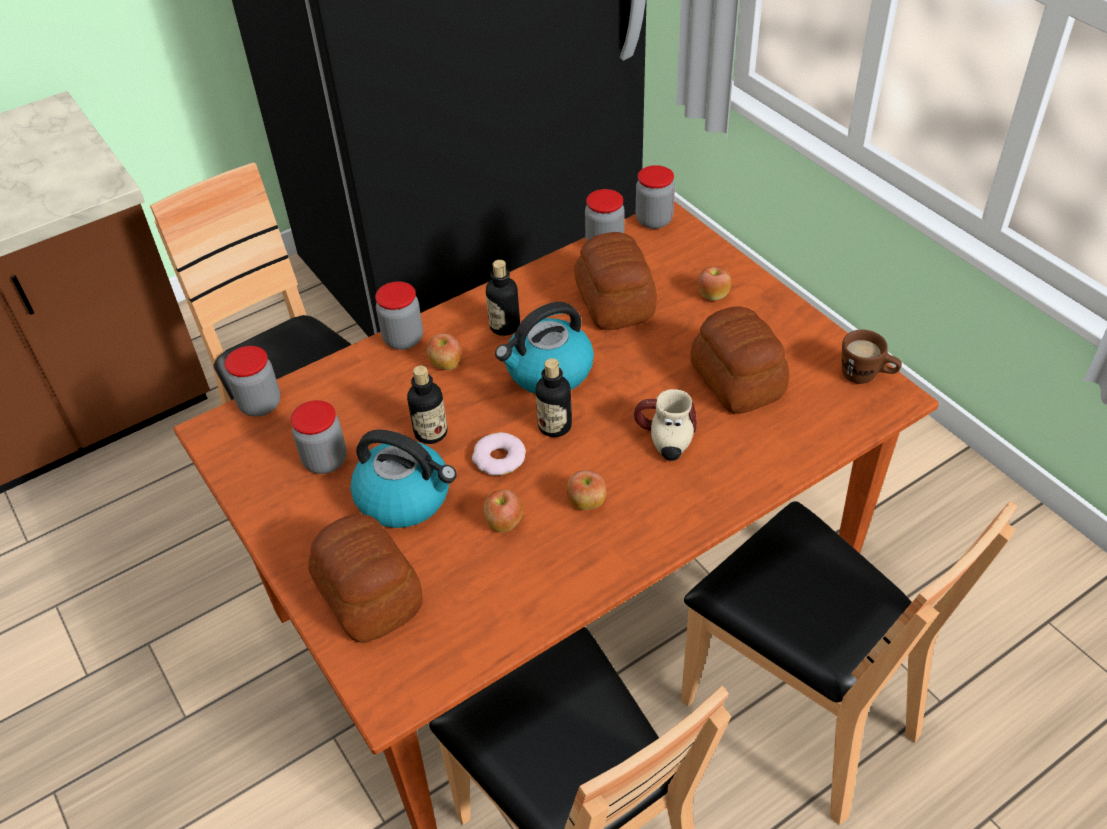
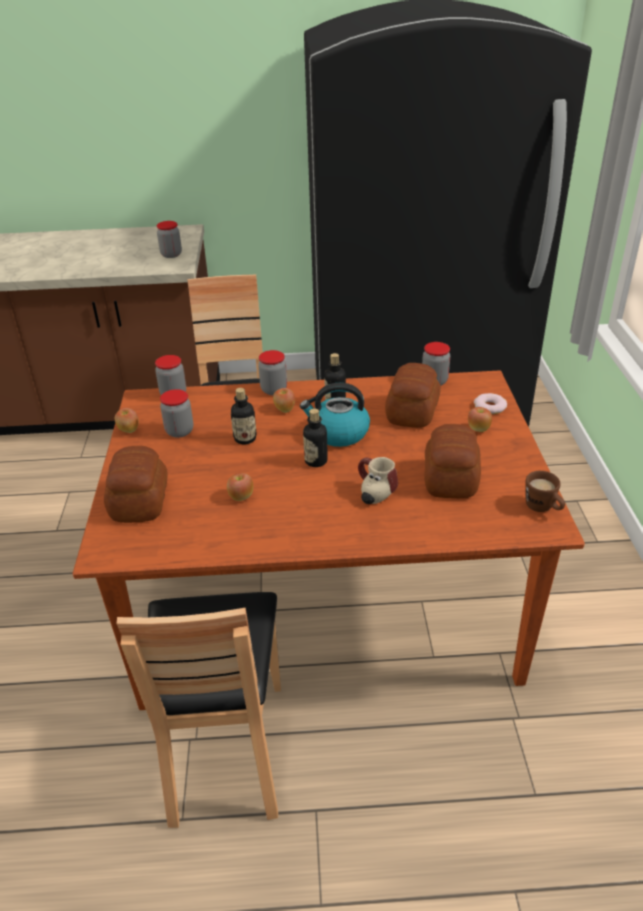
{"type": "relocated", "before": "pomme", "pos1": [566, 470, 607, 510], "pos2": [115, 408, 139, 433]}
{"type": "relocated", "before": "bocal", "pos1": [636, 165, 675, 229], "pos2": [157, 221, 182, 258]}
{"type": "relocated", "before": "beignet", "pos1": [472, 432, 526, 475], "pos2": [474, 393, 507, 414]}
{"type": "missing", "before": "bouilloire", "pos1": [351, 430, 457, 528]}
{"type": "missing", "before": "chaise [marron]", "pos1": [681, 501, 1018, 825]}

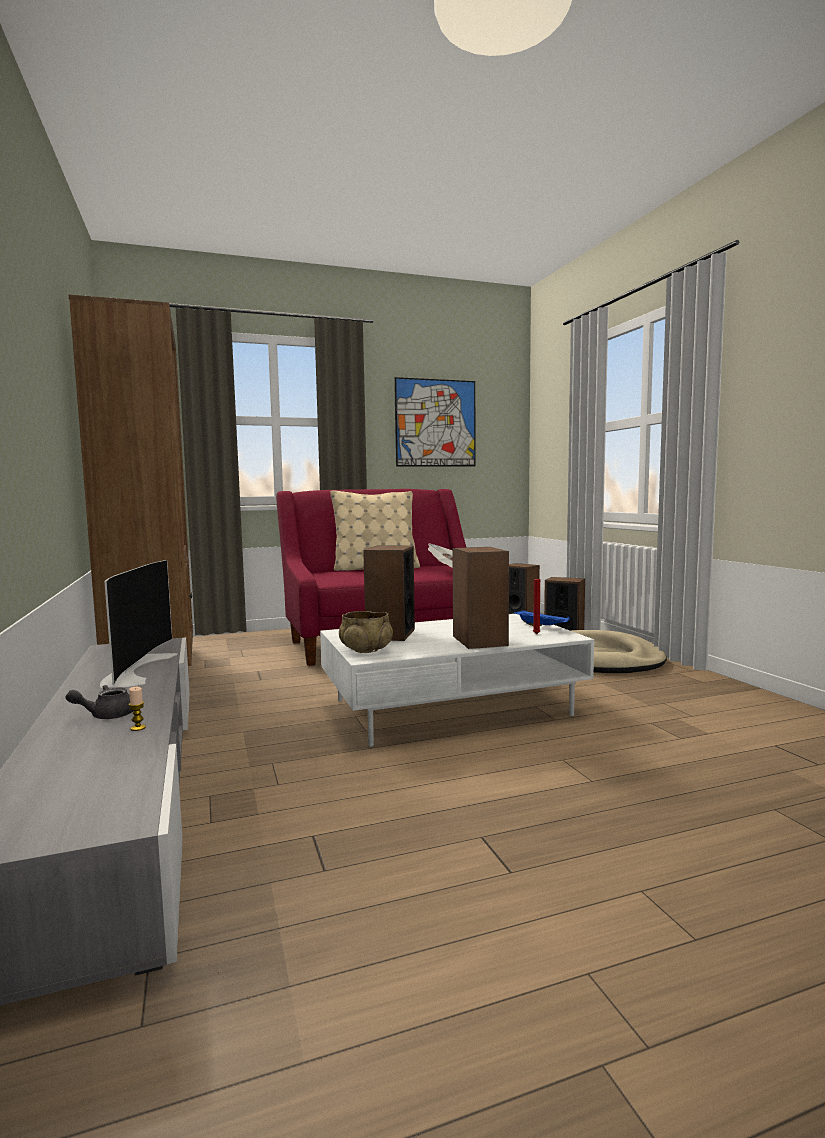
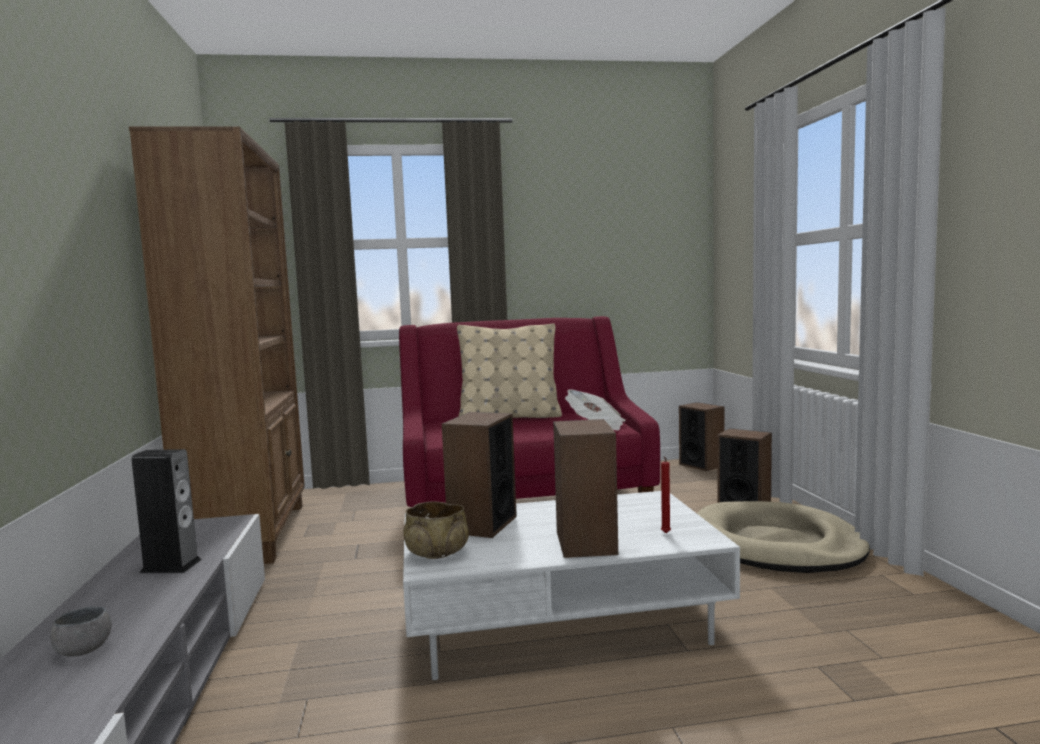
{"type": "exchanged", "before": "théière [gris]", "after": "bol [gris]", "pos1": [66, 685, 134, 719], "pos2": [50, 607, 112, 656]}
{"type": "exchanged", "before": "téléviseur", "after": "enceinte", "pos1": [100, 560, 178, 688], "pos2": [131, 449, 201, 573]}
{"type": "missing", "before": "bougie", "pos1": [129, 687, 146, 731]}
{"type": "missing", "before": "tableau", "pos1": [394, 377, 475, 466]}
{"type": "missing", "before": "plateau [bleu]", "pos1": [514, 610, 570, 626]}

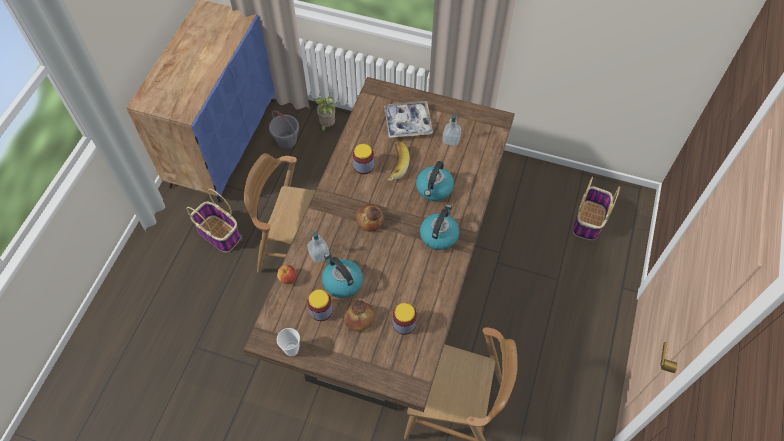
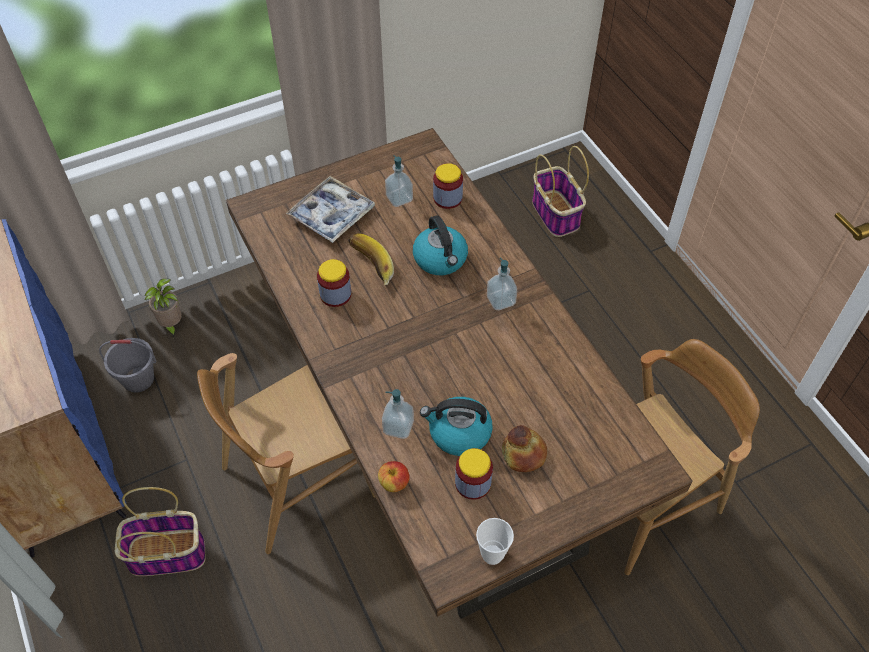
{"type": "relocated", "before": "bocal", "pos1": [393, 303, 417, 335], "pos2": [433, 163, 463, 209]}
{"type": "exchanged", "before": "bouilloire", "after": "distributeur de savon", "pos1": [420, 204, 459, 250], "pos2": [487, 257, 517, 310]}
{"type": "missing", "before": "pain", "pos1": [356, 204, 384, 232]}

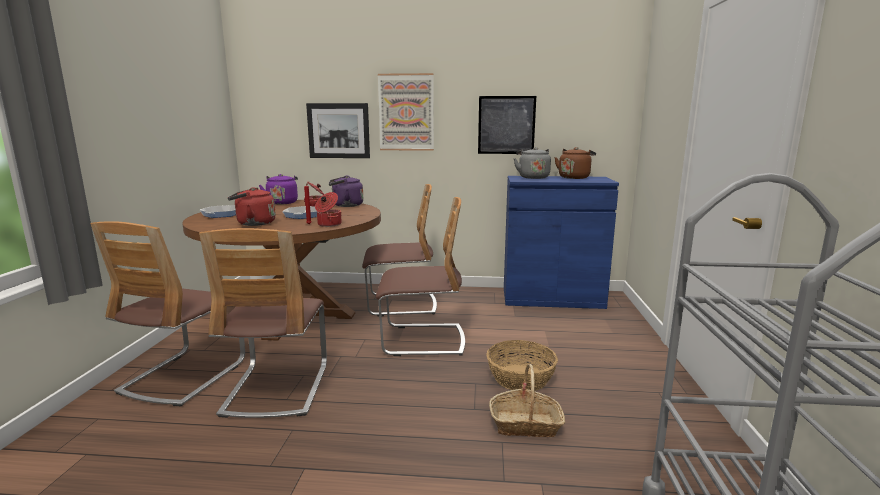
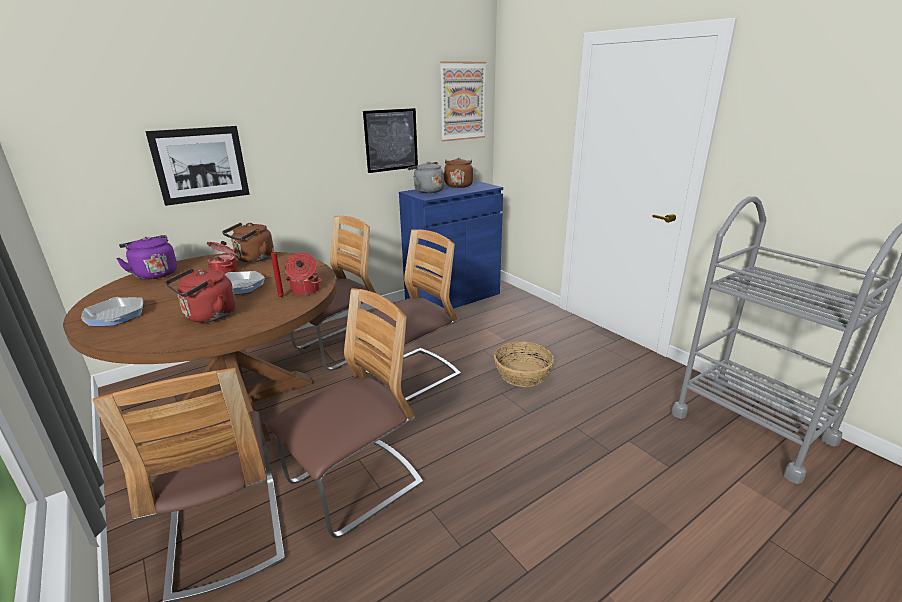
{"type": "colour", "before": "bouilloire [violet]", "after": "bouilloire [marron]", "pos1": [329, 175, 363, 207], "pos2": [222, 223, 274, 262]}
{"type": "spun", "before": "chaise", "pos1": [199, 228, 327, 418], "pos2": [270, 288, 423, 538], "turn": -90}
{"type": "relocated", "before": "tableau", "pos1": [378, 73, 434, 151], "pos2": [440, 61, 486, 141]}
{"type": "missing", "before": "panier", "pos1": [489, 364, 566, 437]}

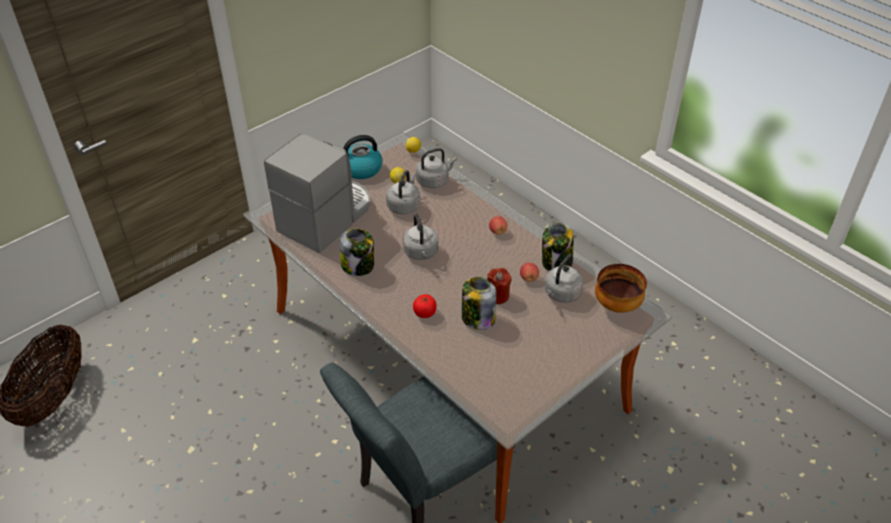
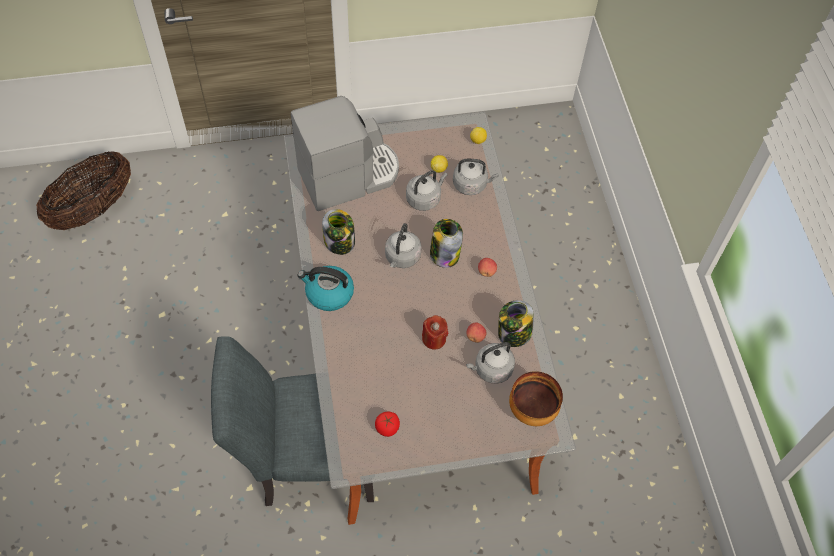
{"type": "relocated", "before": "bouilloire", "pos1": [343, 135, 382, 179], "pos2": [298, 266, 354, 311]}
{"type": "relocated", "before": "tomate", "pos1": [413, 294, 437, 318], "pos2": [375, 412, 400, 437]}
{"type": "relocated", "before": "bocal", "pos1": [462, 277, 496, 330], "pos2": [430, 219, 463, 268]}

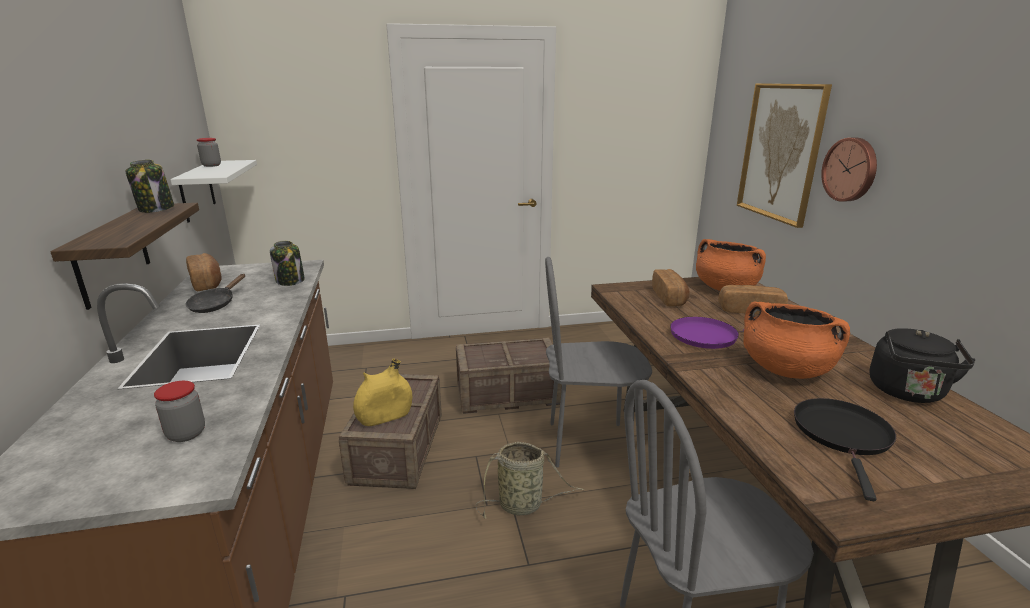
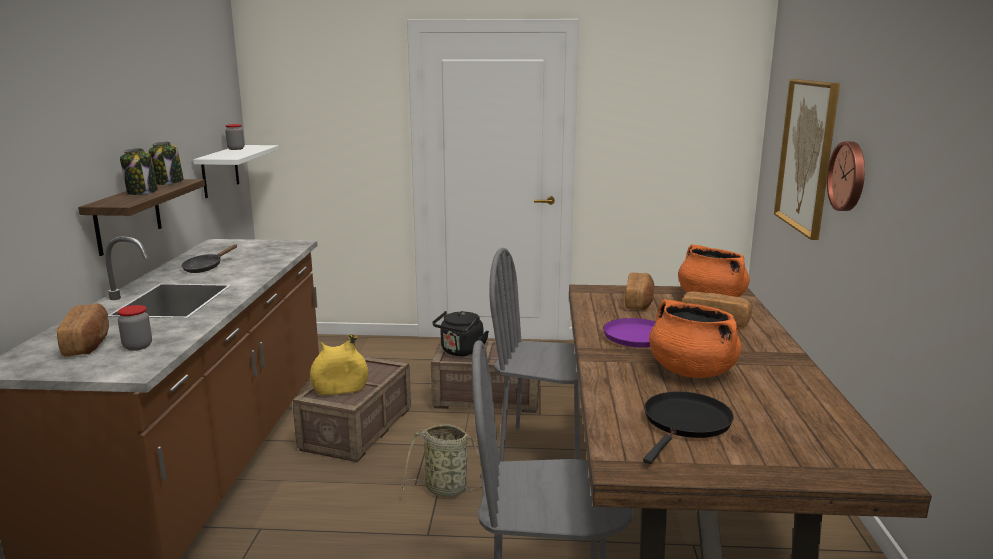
{"type": "relocated", "before": "pain", "pos1": [186, 253, 222, 291], "pos2": [57, 303, 109, 357]}
{"type": "relocated", "before": "bocal", "pos1": [270, 241, 305, 286], "pos2": [120, 148, 158, 195]}
{"type": "relocated", "before": "bouilloire [noir]", "pos1": [869, 328, 975, 403], "pos2": [432, 311, 489, 356]}

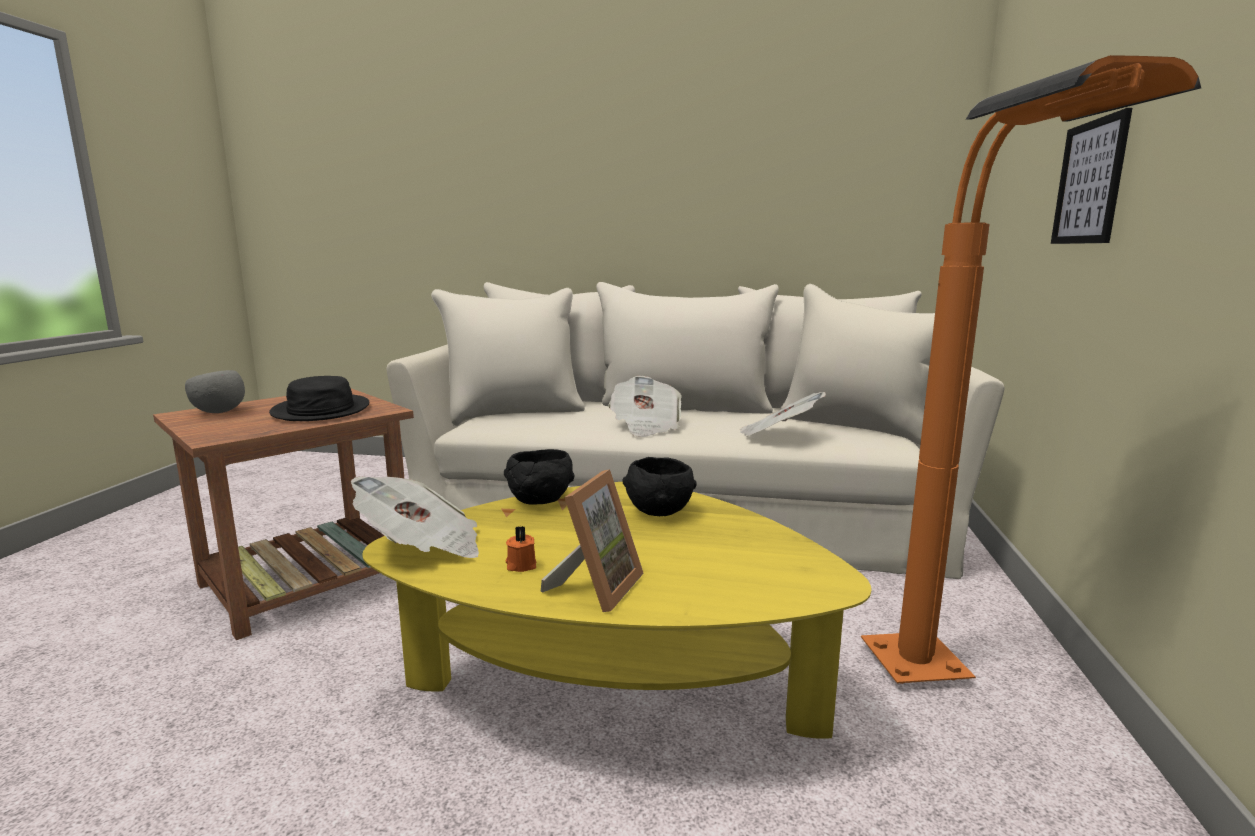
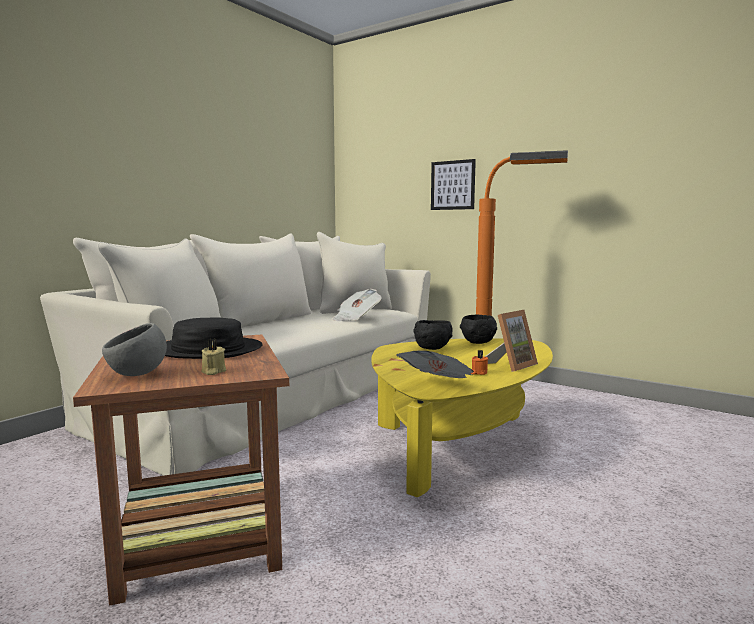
{"type": "appeared", "after": "bougie [beige]", "pos2": [201, 339, 226, 375]}
{"type": "relocated", "before": "bol [noir]", "pos1": [504, 449, 575, 505], "pos2": [460, 315, 497, 344]}
{"type": "spun", "before": "cadre photo", "pos1": [541, 469, 644, 612], "pos2": [485, 310, 538, 372], "turn": 90}
{"type": "missing", "before": "journal", "pos1": [608, 376, 682, 437]}

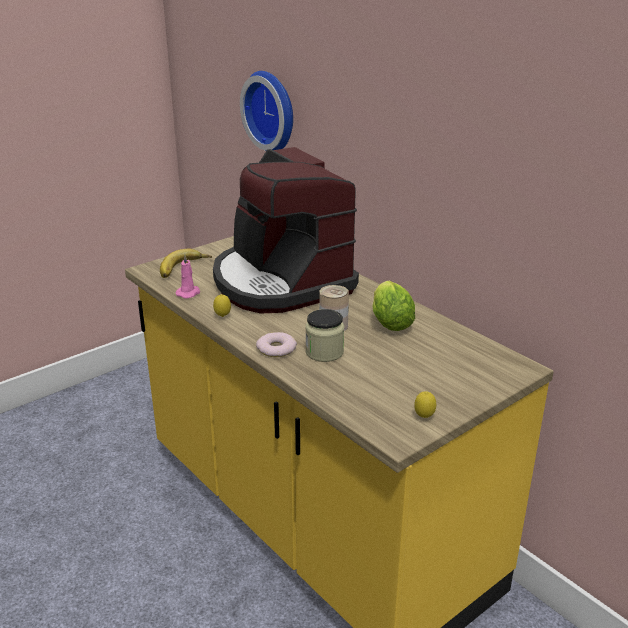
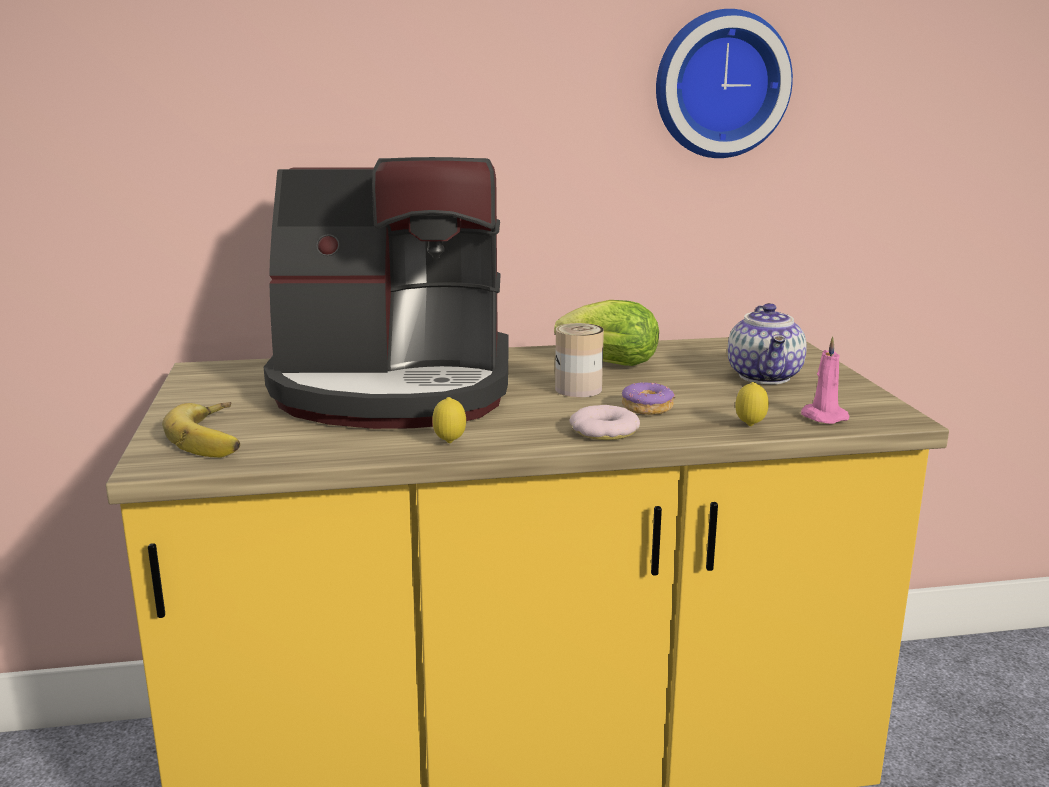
{"type": "exchanged", "before": "bocal", "after": "beignet", "pos1": [305, 309, 344, 362], "pos2": [622, 382, 675, 415]}
{"type": "relocated", "before": "horloge murale", "pos1": [240, 71, 293, 151], "pos2": [656, 9, 793, 158]}
{"type": "appeared", "after": "théière", "pos2": [728, 303, 807, 384]}
{"type": "relocated", "before": "citron", "pos1": [414, 391, 436, 418], "pos2": [735, 382, 769, 426]}
{"type": "relocated", "before": "bougie [rose]", "pos1": [176, 254, 200, 299], "pos2": [801, 336, 849, 424]}

